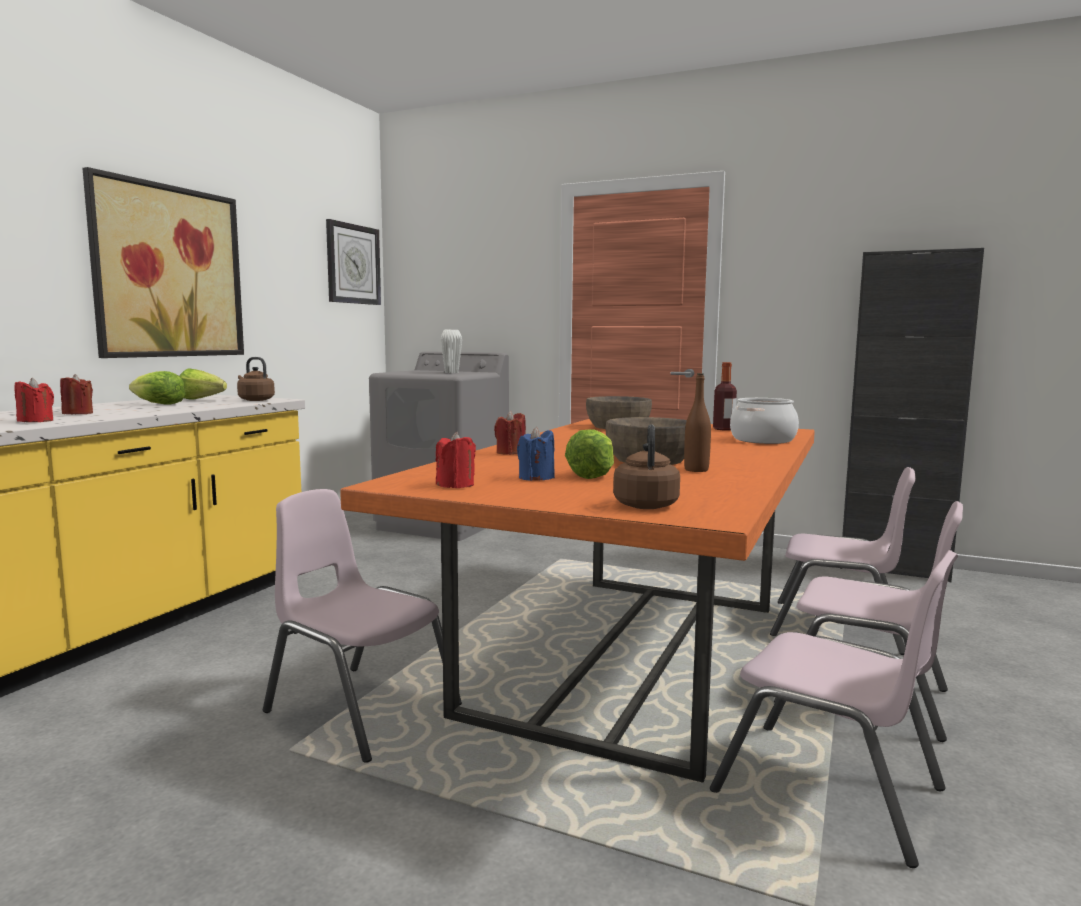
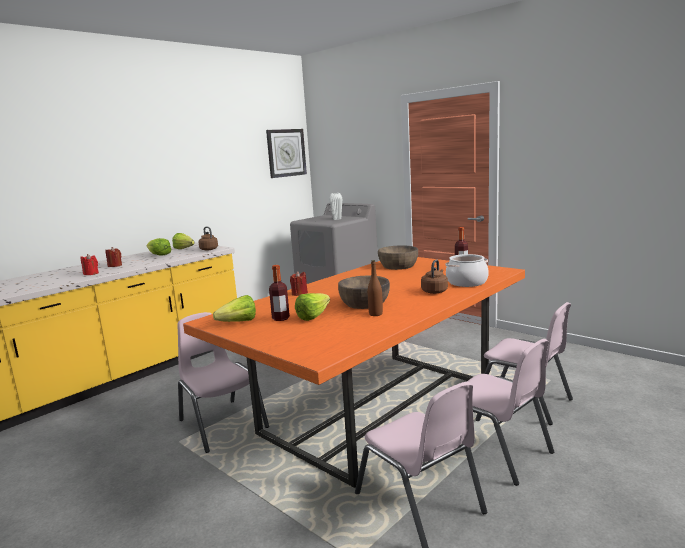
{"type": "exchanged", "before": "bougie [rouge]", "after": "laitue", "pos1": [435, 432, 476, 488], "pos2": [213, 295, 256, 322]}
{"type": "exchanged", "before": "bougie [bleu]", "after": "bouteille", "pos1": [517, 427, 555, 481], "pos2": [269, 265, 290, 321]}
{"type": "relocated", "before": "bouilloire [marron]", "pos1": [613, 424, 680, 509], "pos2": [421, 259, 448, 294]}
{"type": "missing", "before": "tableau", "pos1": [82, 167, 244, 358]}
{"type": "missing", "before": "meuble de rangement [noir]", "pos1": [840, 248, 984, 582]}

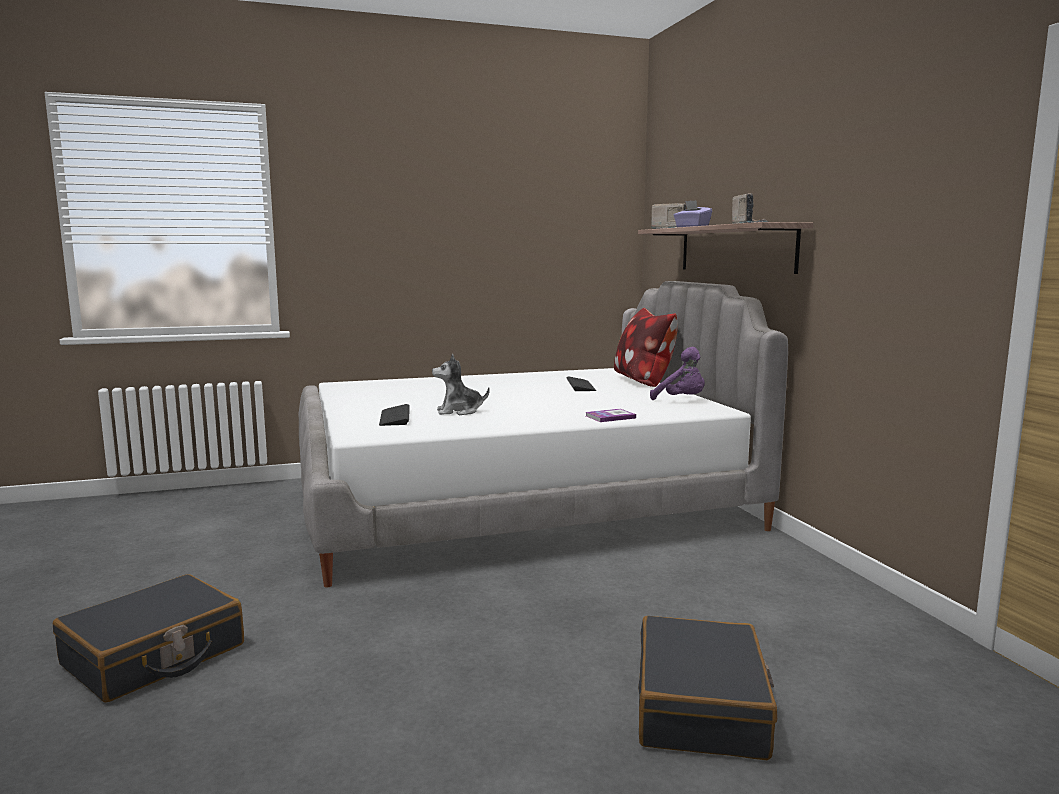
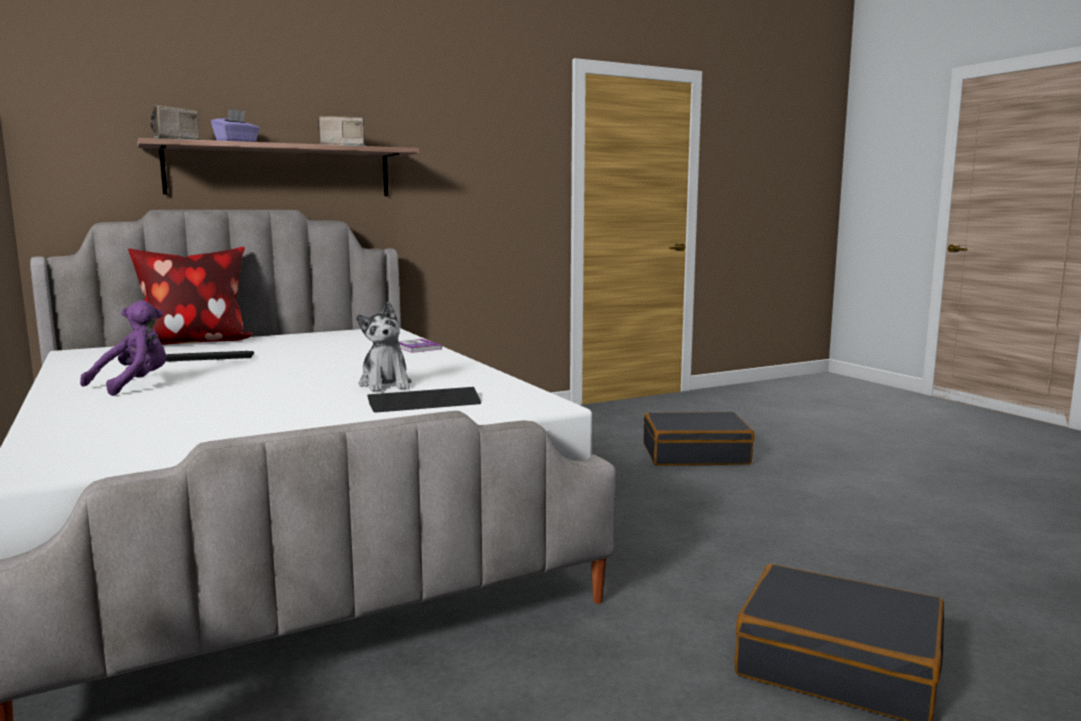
{"type": "relocated", "before": "peluche [violet]", "pos1": [650, 347, 705, 400], "pos2": [80, 300, 166, 396]}

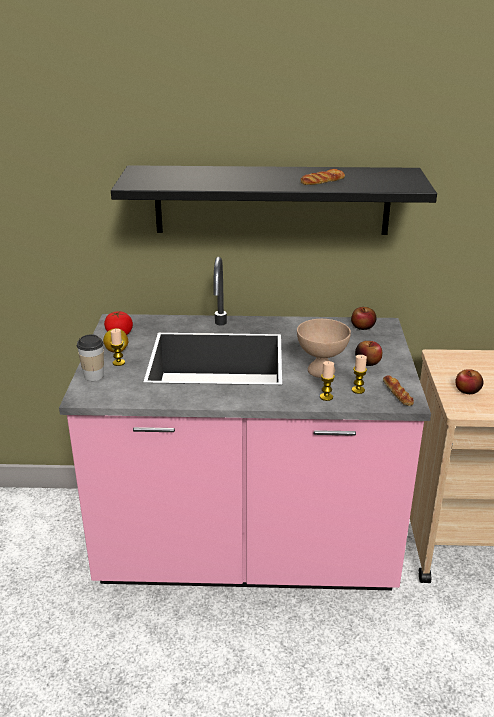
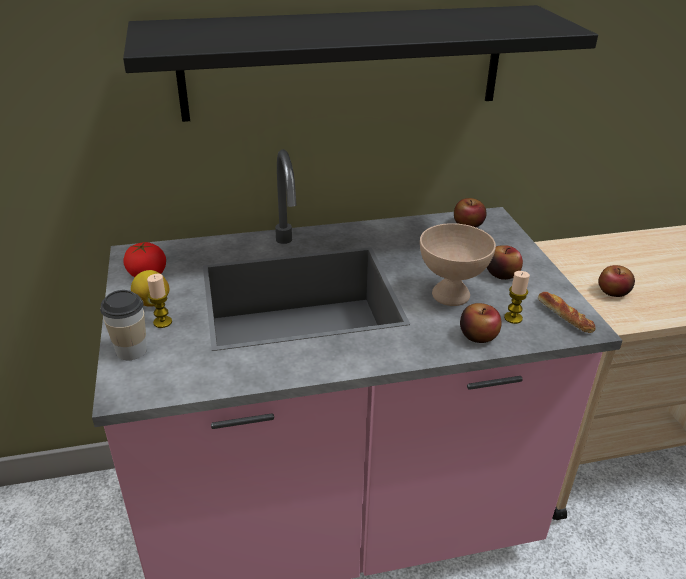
{"type": "exchanged", "before": "bougie", "after": "pomme", "pos1": [320, 361, 335, 401], "pos2": [460, 303, 502, 343]}
{"type": "missing", "before": "pain", "pos1": [301, 169, 345, 185]}

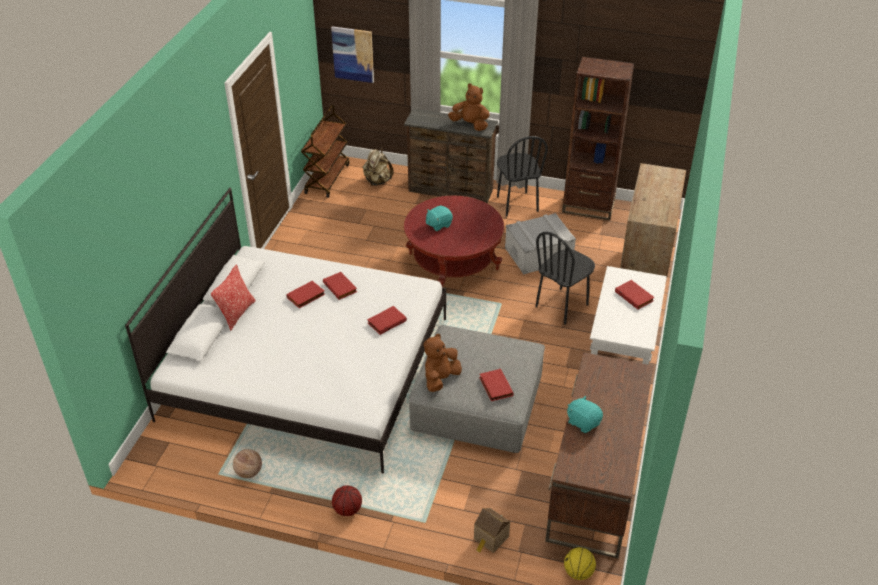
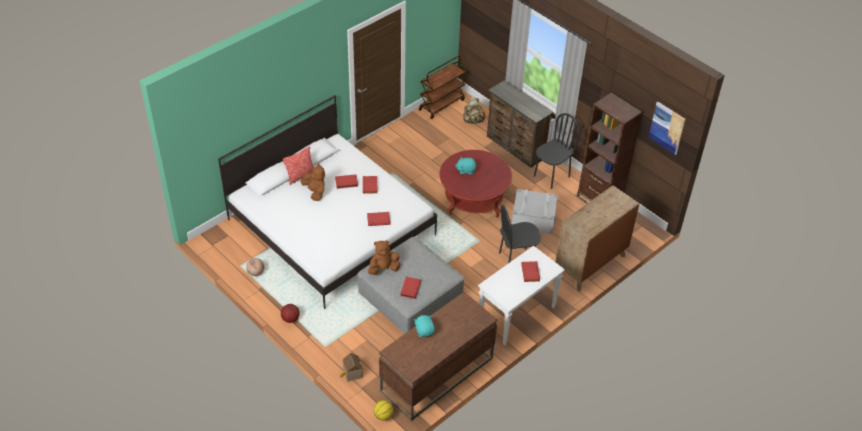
{"type": "relocated", "before": "peluche [marron]", "pos1": [448, 83, 489, 131], "pos2": [300, 163, 325, 201]}
{"type": "spun", "before": "chaise [noir]", "pos1": [497, 136, 548, 217], "pos2": [534, 113, 581, 189], "turn": -150}
{"type": "relocated", "before": "tableau", "pos1": [331, 26, 374, 83], "pos2": [649, 102, 686, 155]}

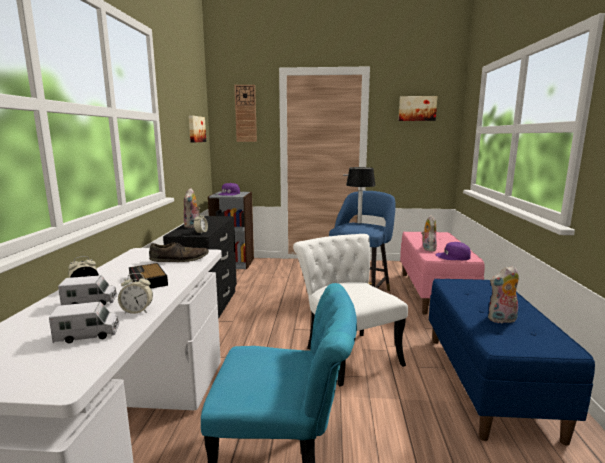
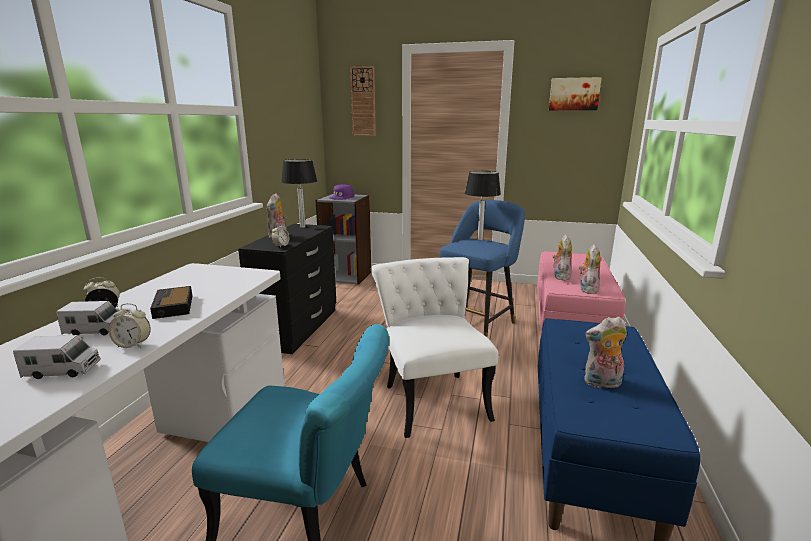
{"type": "appeared", "after": "lampe de table", "pos2": [281, 159, 317, 228]}
{"type": "exchanged", "before": "casquette [violet]", "after": "peluche", "pos1": [435, 242, 471, 260], "pos2": [579, 244, 600, 294]}
{"type": "missing", "before": "chaussure [marron]", "pos1": [149, 242, 209, 262]}
{"type": "missing", "before": "tableau", "pos1": [189, 115, 206, 142]}

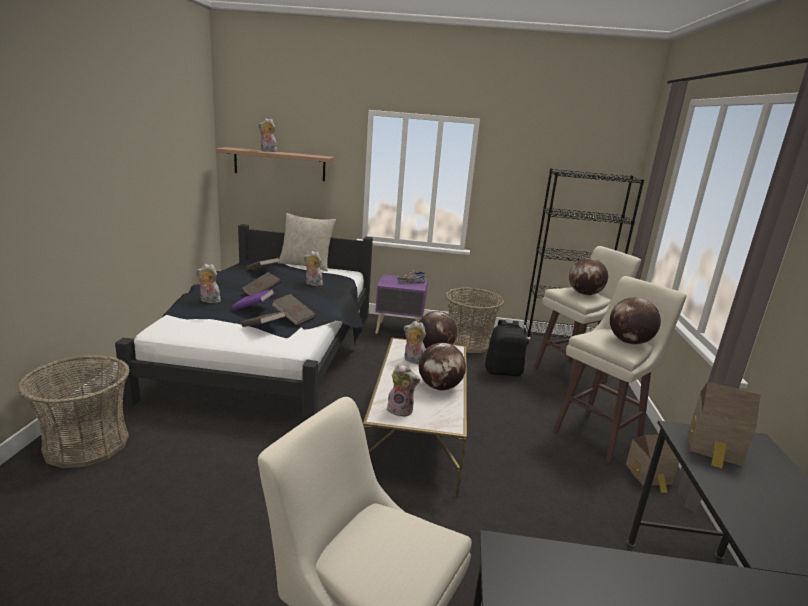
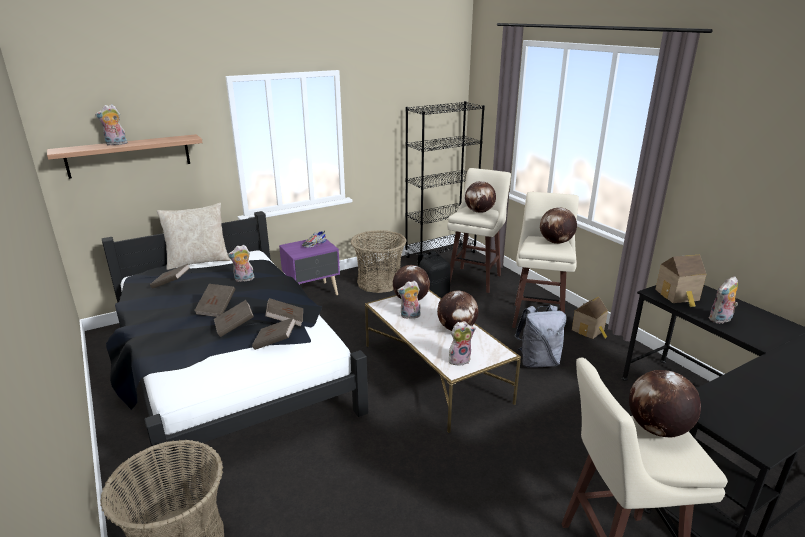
{"type": "colour", "before": "livre [violet]", "after": "livre [marron]", "pos1": [232, 289, 275, 310], "pos2": [214, 300, 254, 337]}
{"type": "appeared", "after": "sac à dos [gris]", "pos2": [515, 305, 566, 368]}
{"type": "appeared", "after": "globe", "pos2": [629, 370, 701, 437]}
{"type": "relocated", "before": "peluche", "pos1": [196, 264, 221, 303], "pos2": [708, 276, 738, 324]}

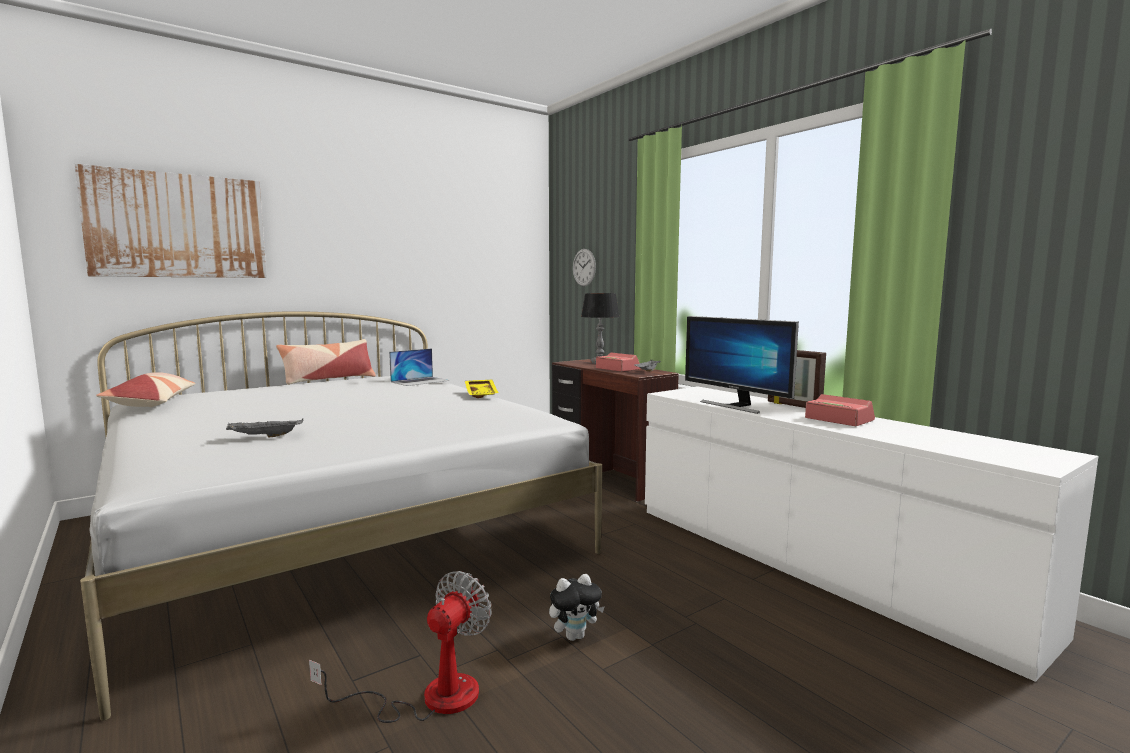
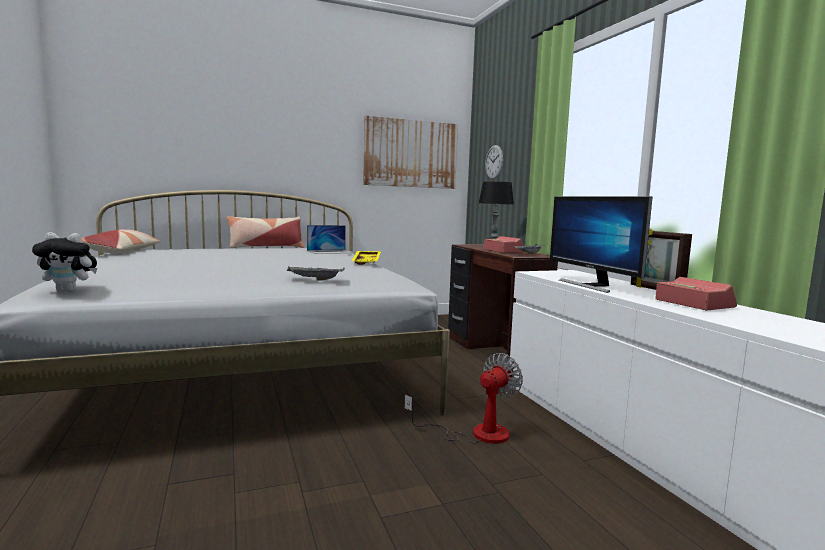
{"type": "relocated", "before": "peluche", "pos1": [549, 574, 605, 641], "pos2": [32, 232, 97, 292]}
{"type": "relocated", "before": "plateau [gris]", "pos1": [226, 418, 303, 437], "pos2": [287, 267, 344, 280]}
{"type": "relocated", "before": "tableau", "pos1": [75, 164, 267, 278], "pos2": [363, 116, 458, 189]}
{"type": "relocated", "before": "ventilateur", "pos1": [309, 571, 491, 723], "pos2": [404, 353, 523, 444]}

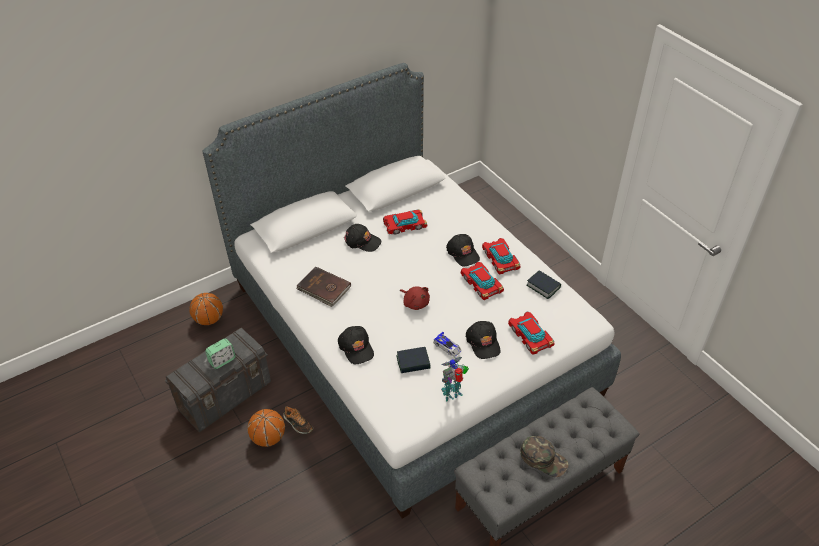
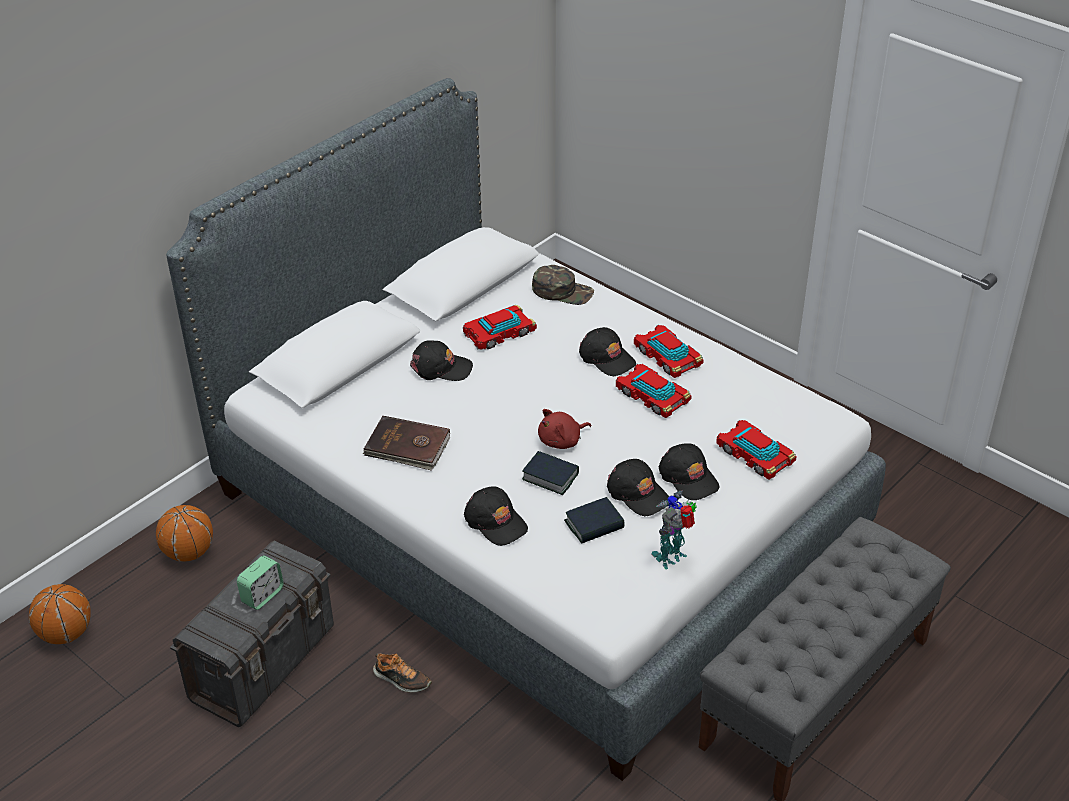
{"type": "relocated", "before": "ballon de basket", "pos1": [247, 409, 285, 447], "pos2": [29, 584, 91, 644]}
{"type": "relocated", "before": "livre", "pos1": [527, 270, 561, 299], "pos2": [522, 451, 579, 495]}
{"type": "relocated", "before": "casquette [vert]", "pos1": [520, 436, 568, 477], "pos2": [532, 265, 594, 305]}
{"type": "spun", "before": "peluche [rouge]", "pos1": [400, 286, 430, 310], "pos2": [538, 409, 591, 449], "turn": 120}
{"type": "exchanged", "before": "petite voiture", "after": "casquette [noir]", "pos1": [433, 332, 462, 357], "pos2": [607, 459, 669, 516]}

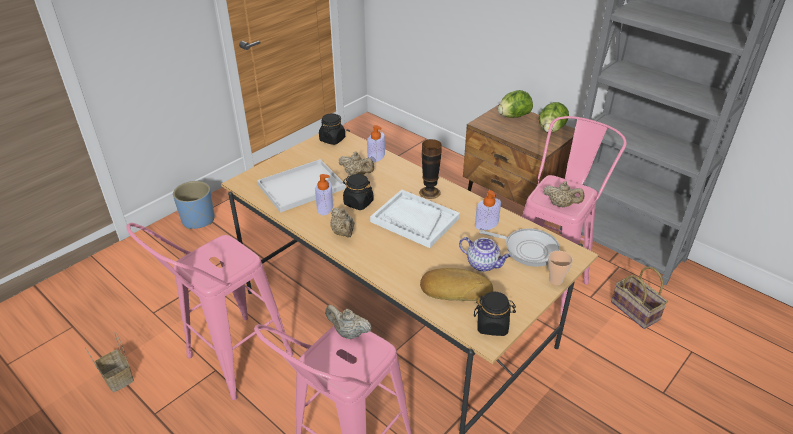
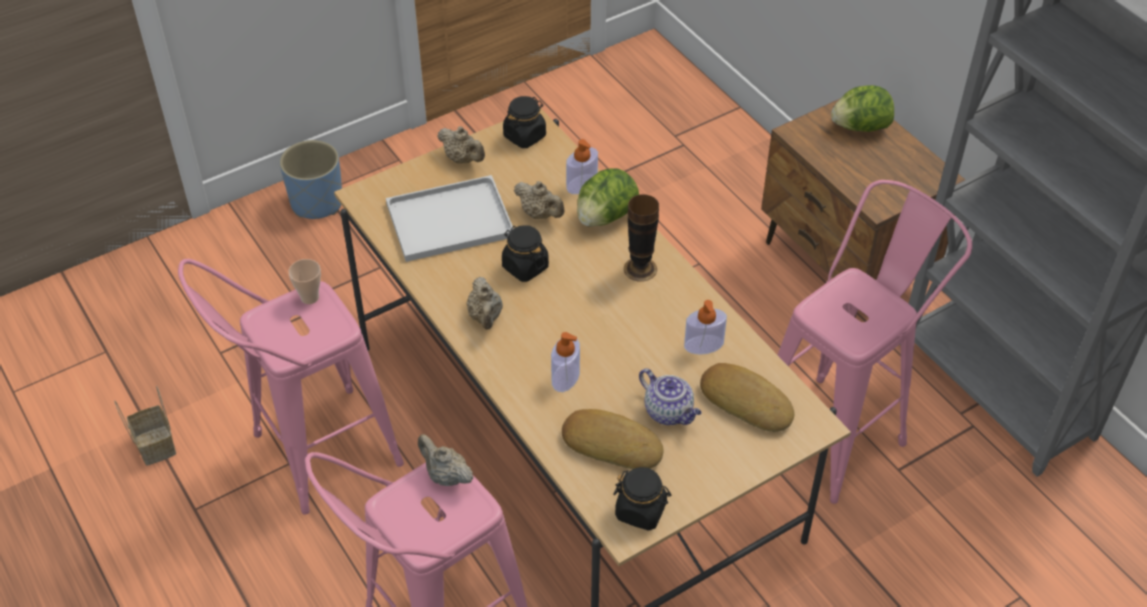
{"type": "relocated", "before": "tasse", "pos1": [548, 251, 573, 285], "pos2": [288, 259, 321, 304]}
{"type": "relocated", "before": "théière [beige]", "pos1": [543, 181, 584, 207], "pos2": [437, 126, 485, 164]}
{"type": "relocated", "before": "distributeur de savon", "pos1": [315, 174, 333, 215], "pos2": [551, 332, 580, 392]}
{"type": "relocated", "before": "laitue", "pos1": [539, 102, 569, 133], "pos2": [577, 168, 639, 227]}
{"type": "exchanged", "before": "poêle", "after": "pain", "pos1": [479, 228, 560, 267], "pos2": [700, 363, 794, 432]}
{"type": "missing", "before": "plateau [blanc]", "pos1": [370, 189, 460, 248]}
{"type": "missing", "before": "panier", "pos1": [611, 267, 668, 329]}

